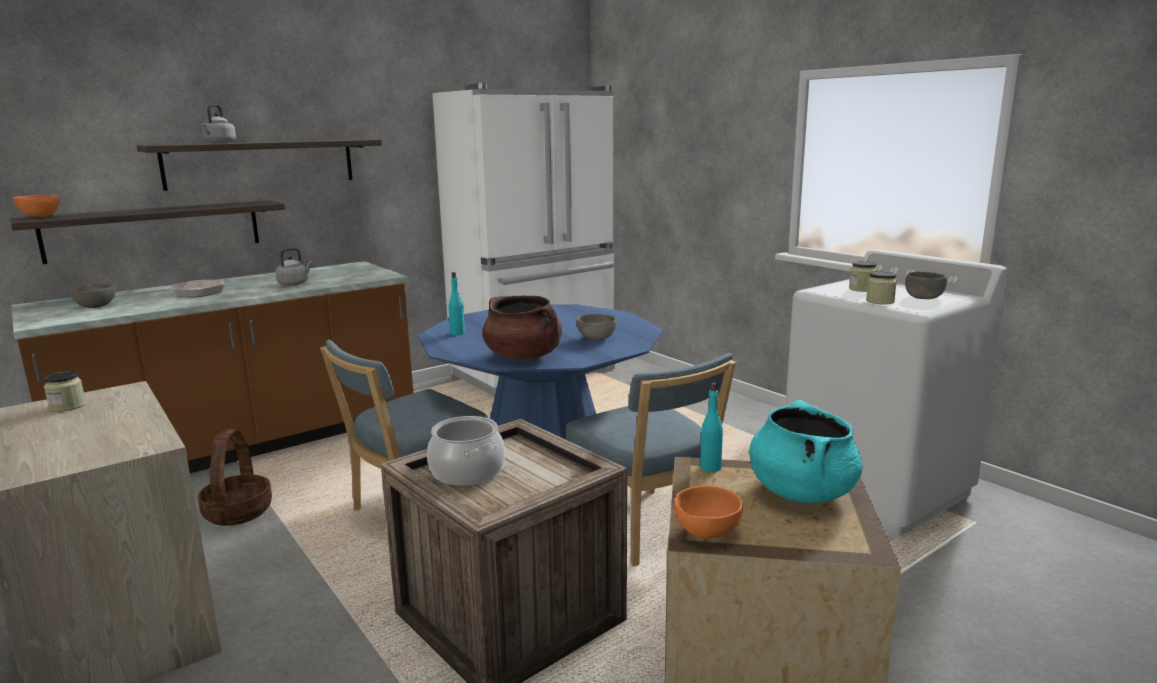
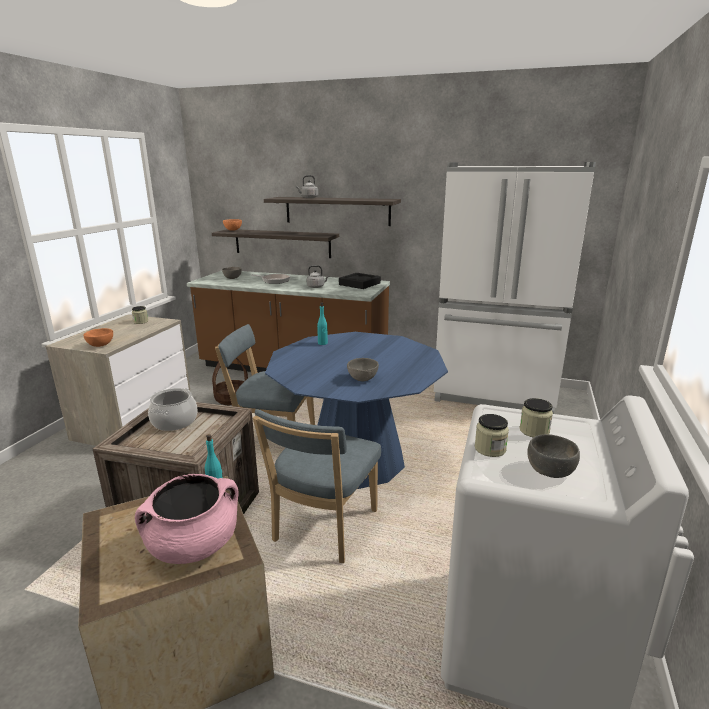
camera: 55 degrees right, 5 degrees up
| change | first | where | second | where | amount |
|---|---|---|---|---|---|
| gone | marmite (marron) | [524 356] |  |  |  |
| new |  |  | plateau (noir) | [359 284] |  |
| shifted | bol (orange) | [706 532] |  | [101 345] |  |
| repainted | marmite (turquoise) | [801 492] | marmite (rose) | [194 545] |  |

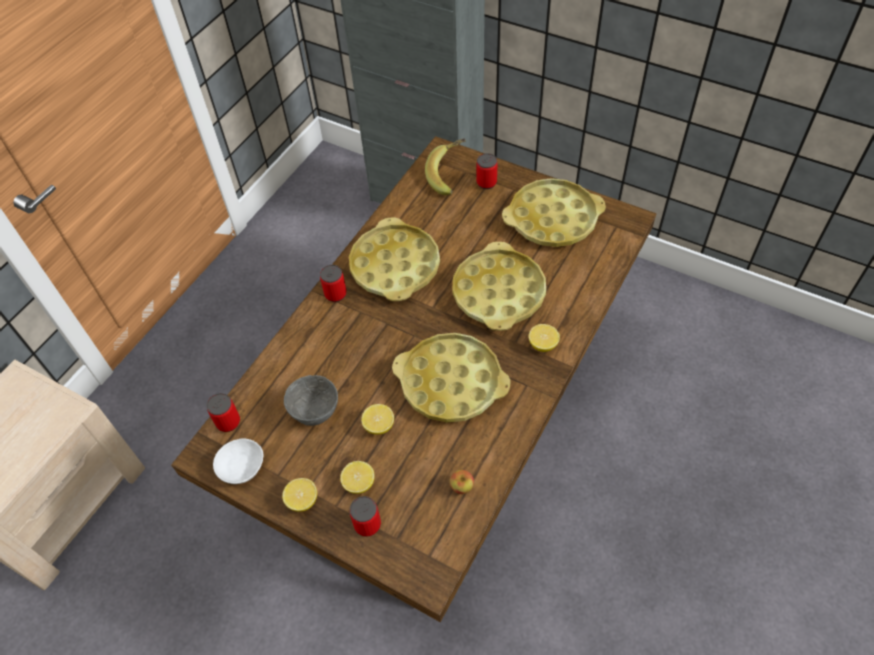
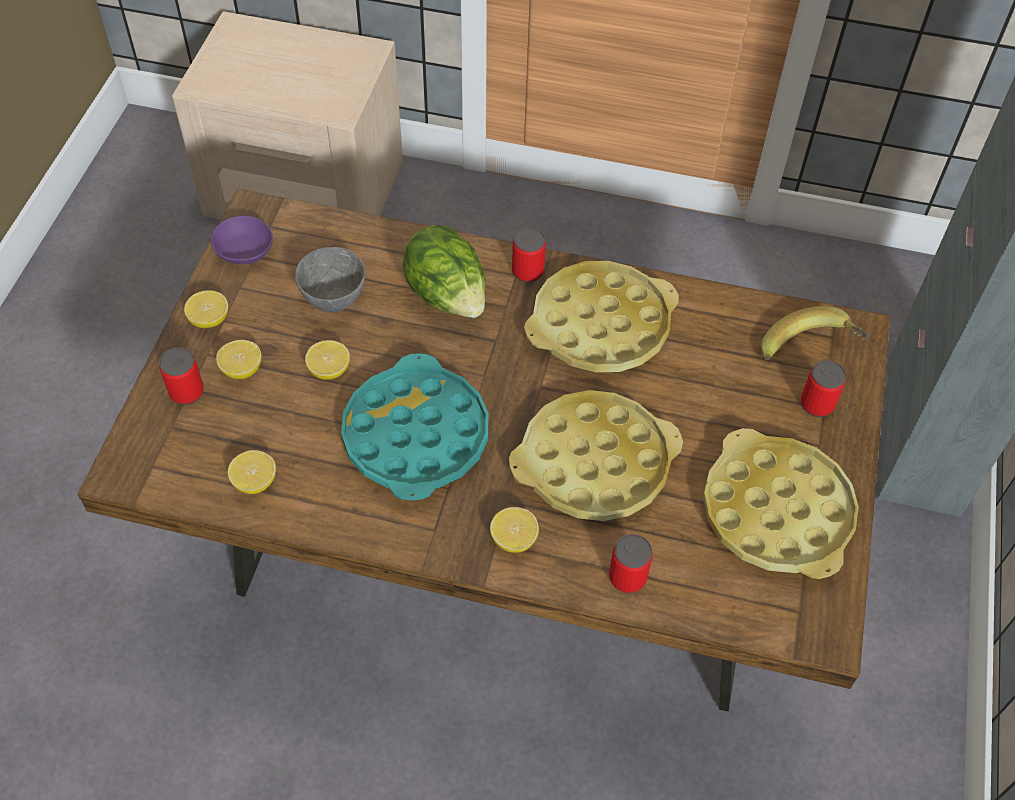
camera: 70 degrees right, 0 degrees up
| change | first | where | second | where | amount |
|---|---|---|---|---|---|
| new |  |  | laitue | [447 297] |  |
| shifted | boîte métallique | [228 422] |  | [627 577] |  |
| swapped | pomme | [462 486] | citron | [255 482] |  |
| repainted | bol (blanc) | [242 465] | bol (violet) | [246 250] |  |
| repainted | plateau (jaune) | [451 382] | plateau (turquoise) | [415 436] |  |

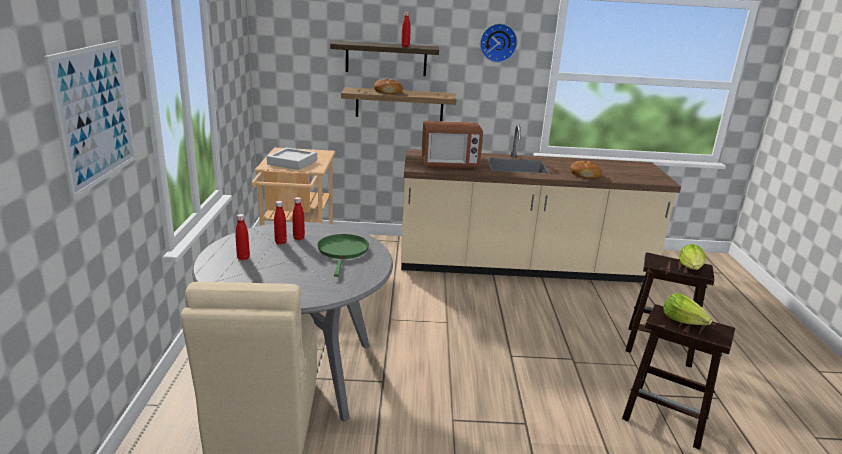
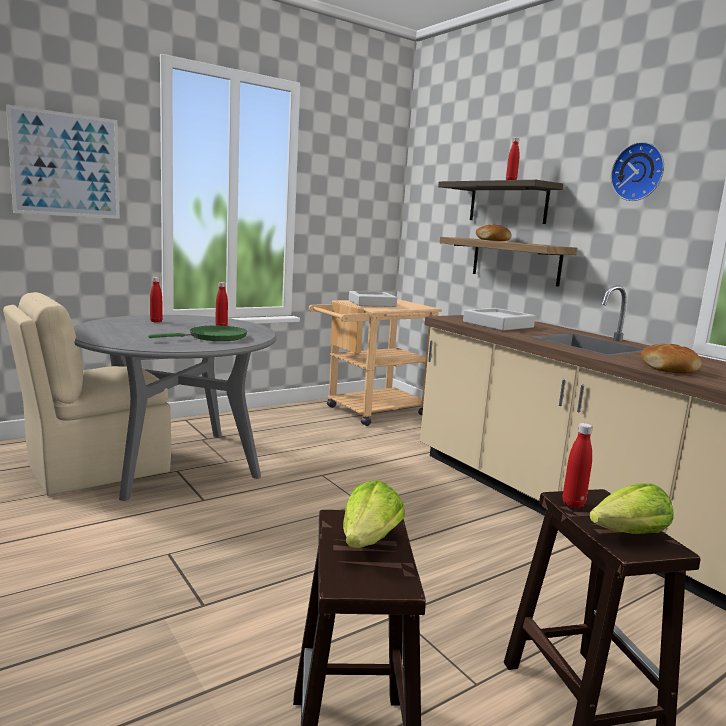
camera: 55 degrees right, 10 degrees down
| change | first | where | second | where | amount |
|---|---|---|---|---|---|
| shifted | bouteille (rouge) | [280 242] |  | [573 504] |  |
| swapped | micro-ondes | [449 164] | plateau (gris) | [498 324] |  |

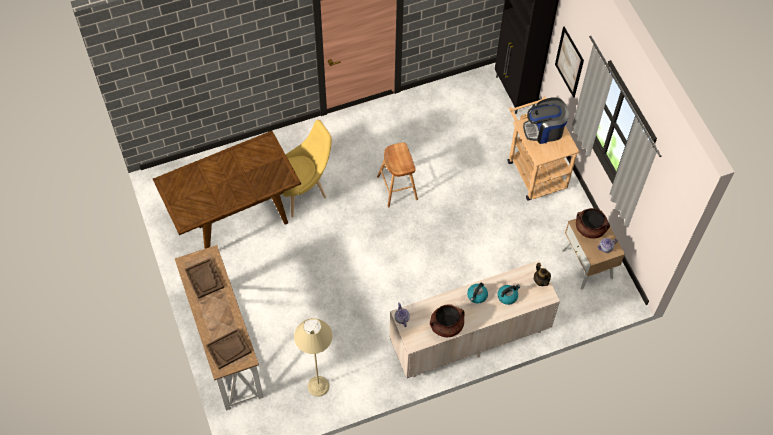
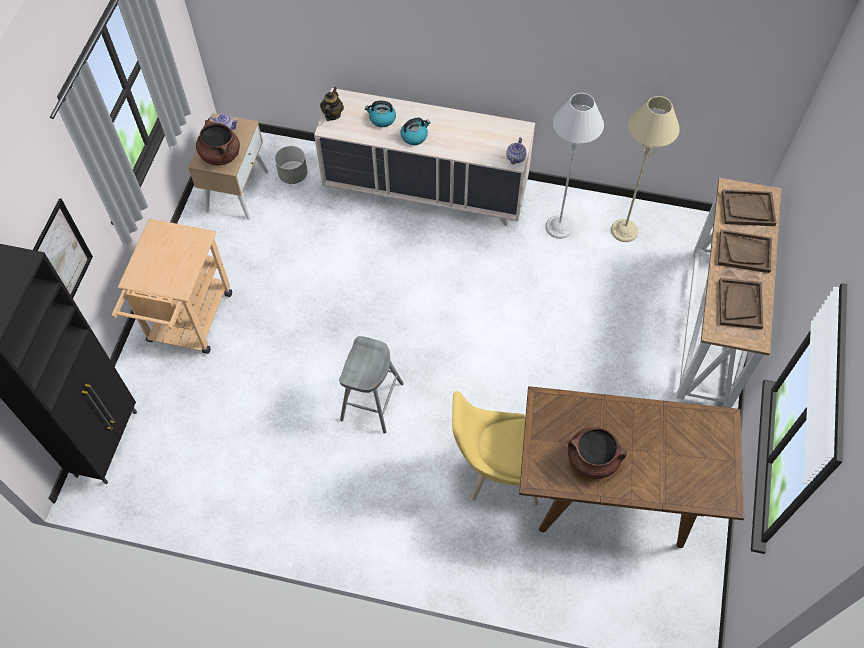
camera: 145 degrees left, 0 degrees up
| change | first | where | second | where | amount |
|---|---|---|---|---|---|
| gone | machine à café | [544 130] |  |  |  |
| new |  |  | cache-pot (gris) | [293 175] |  |
| new |  |  | lampadaire (gris) | [558 227] |  |
| new |  |  | plateau (marron) | [744 252] |  |
| shifted | marmite (marron) | [446 326] |  | [593 459] |  |
| repainted | tabouret (marron) | [397 188] | tabouret (gris) | [372 401] |  |

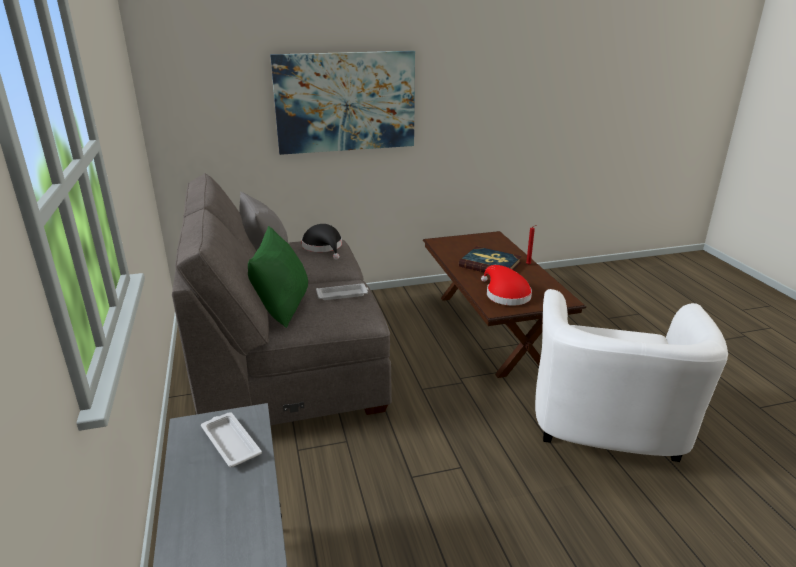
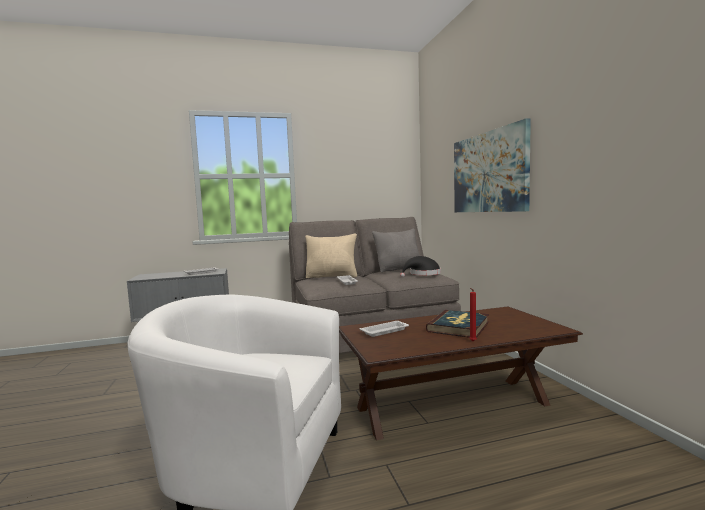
camera: 90 degrees right, 20 degrees down
| change | first | where | second | where | amount |
|---|---|---|---|---|---|
| swapped | chapeau (rouge) | [505 295] | plateau (blanc) | [385 331] |  |
| repainted | coussin (vert) | [282 307] | coussin (beige) | [332 276] |  |

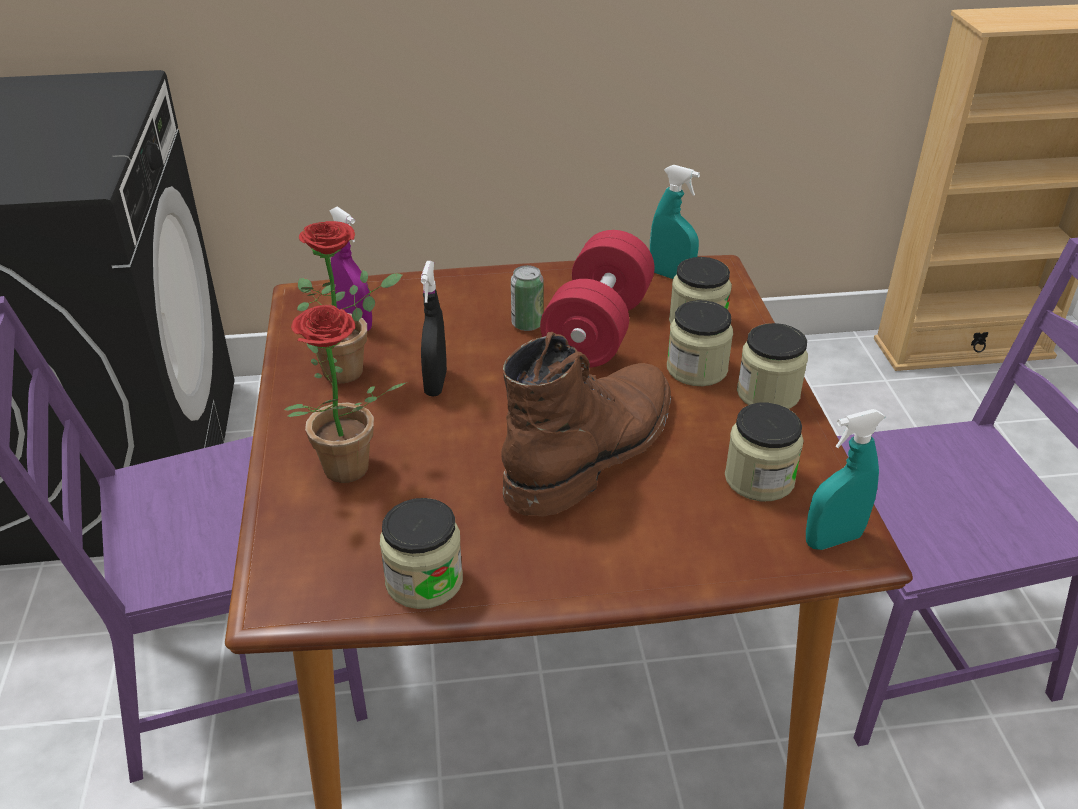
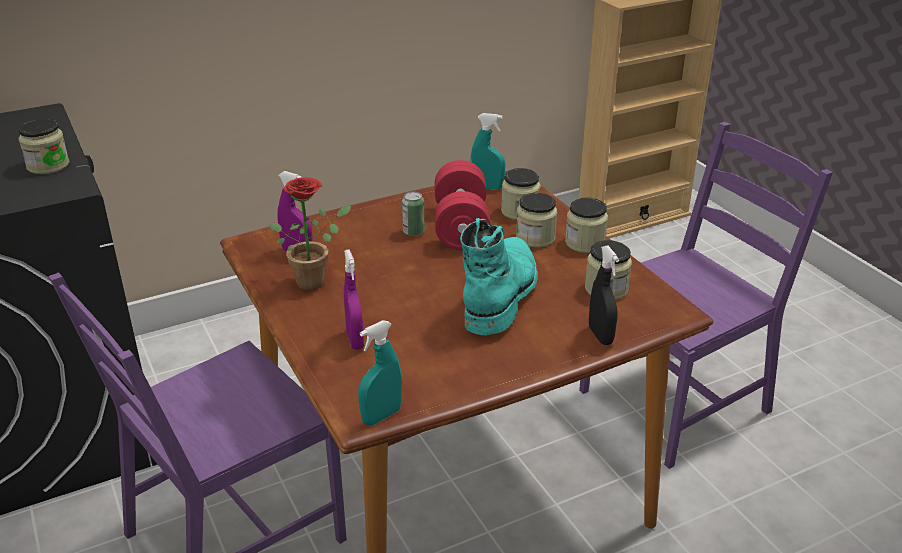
camera: 20 degrees left, 5 degrees down
| change | first | where | second | where | amount |
|---|---|---|---|---|---|
| shifted | bocal | [424 581] |  | [48 165] |  |
| shifted | vaporisateur (noir) | [435 383] |  | [600 336] |  |
| shifted | vaporisateur (turquoise) | [833 539] |  | [381 416] |  |
| swapped | plante en pot | [345 475] | vaporisateur (violet) | [355 340] |  |
| repainted | botte (marron) | [593 449] | botte (turquoise) | [501 294] |  |

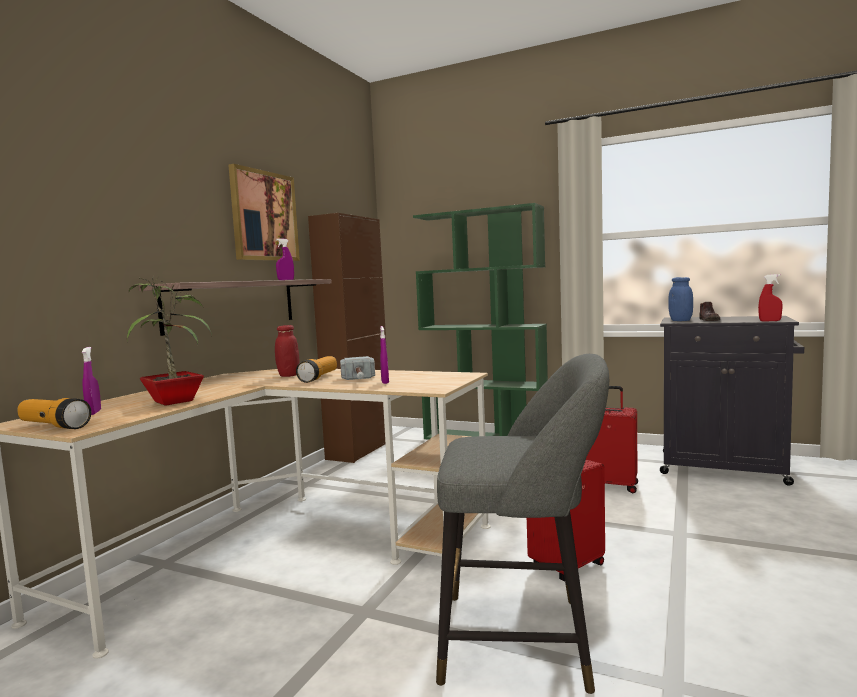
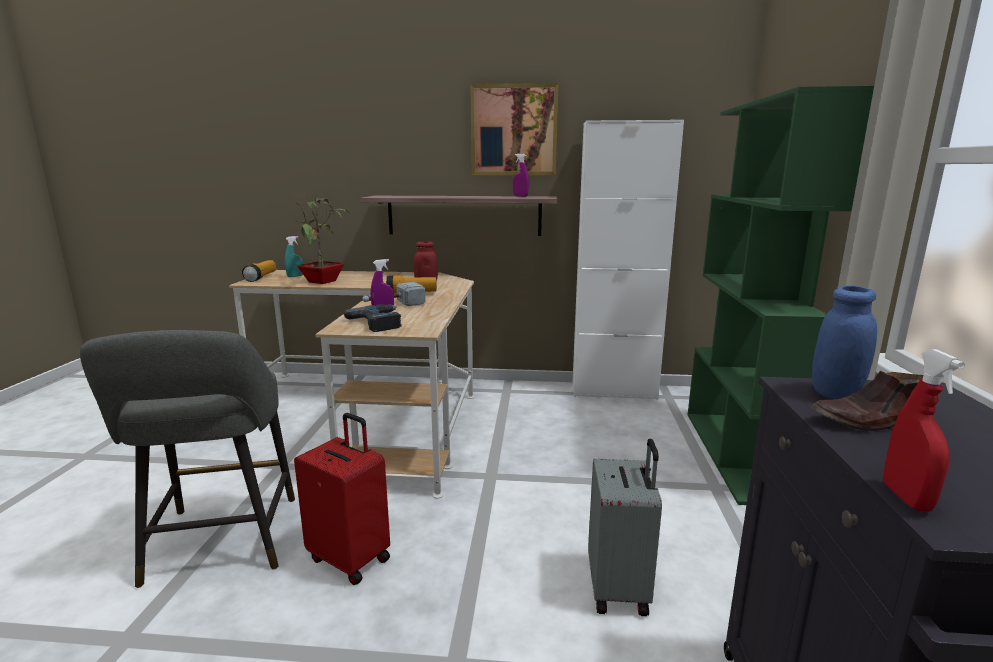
camera: 70 degrees right, 10 degrees up
| change | first | where | second | where | amount |
|---|---|---|---|---|---|
| new |  |  | perceuse | [380 322] |  |
| repainted | vaporisateur (violet) | [93 413] | vaporisateur (turquoise) | [295 276] |  |
| repainted | meuble de rangement (marron) | [359 450] | meuble de rangement (blanc) | [613 391] |  |
| repainted | valise (rouge) | [612 485] | valise (gris) | [619 588] |  |

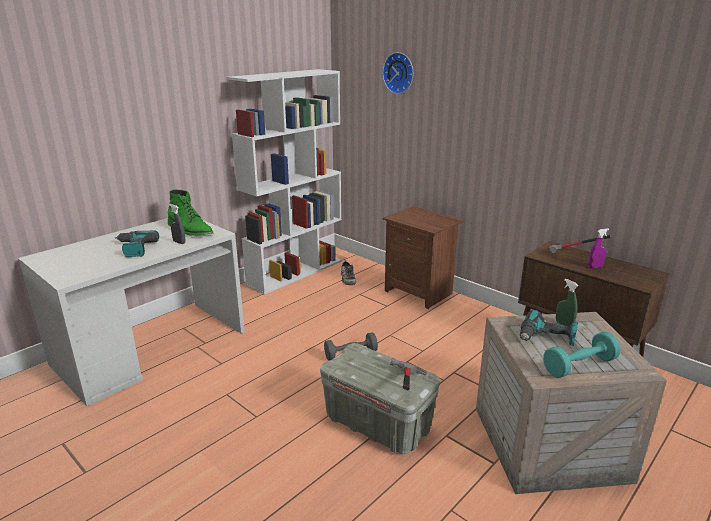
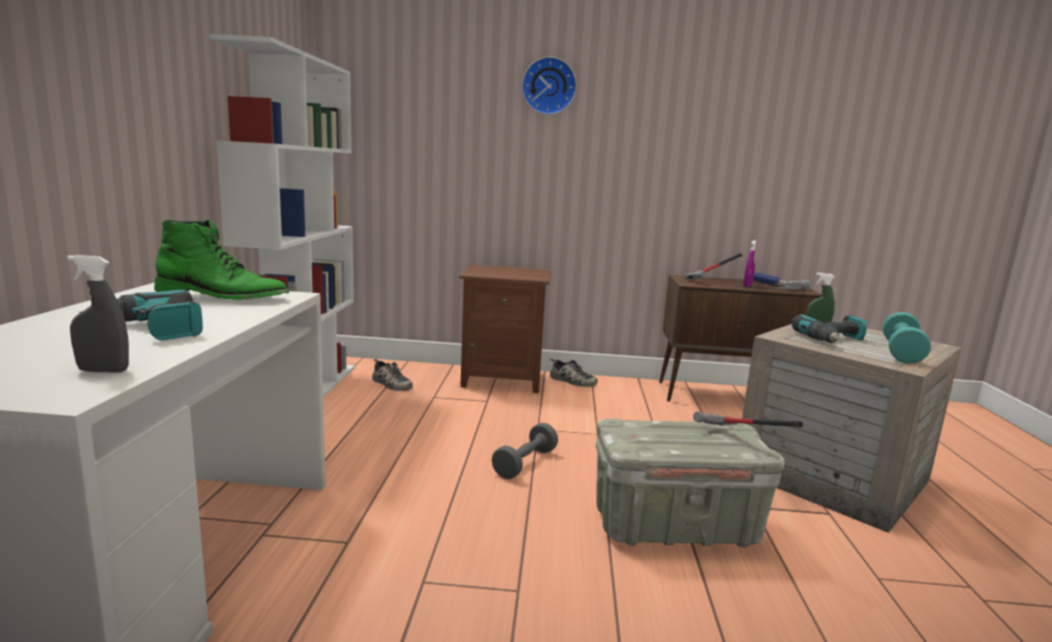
camera: 40 degrees left, 10 degrees down
| change | first | where | second | where | amount |
|---|---|---|---|---|---|
| new |  |  | chaussure | [571 381] |  |
| new |  |  | marteau | [772 285] |  |
| shifted | vaporisateur (gris) | [179 242] |  | [103 371] |  |
| shifted | horloge murale | [399 73] |  | [549 86] |  |

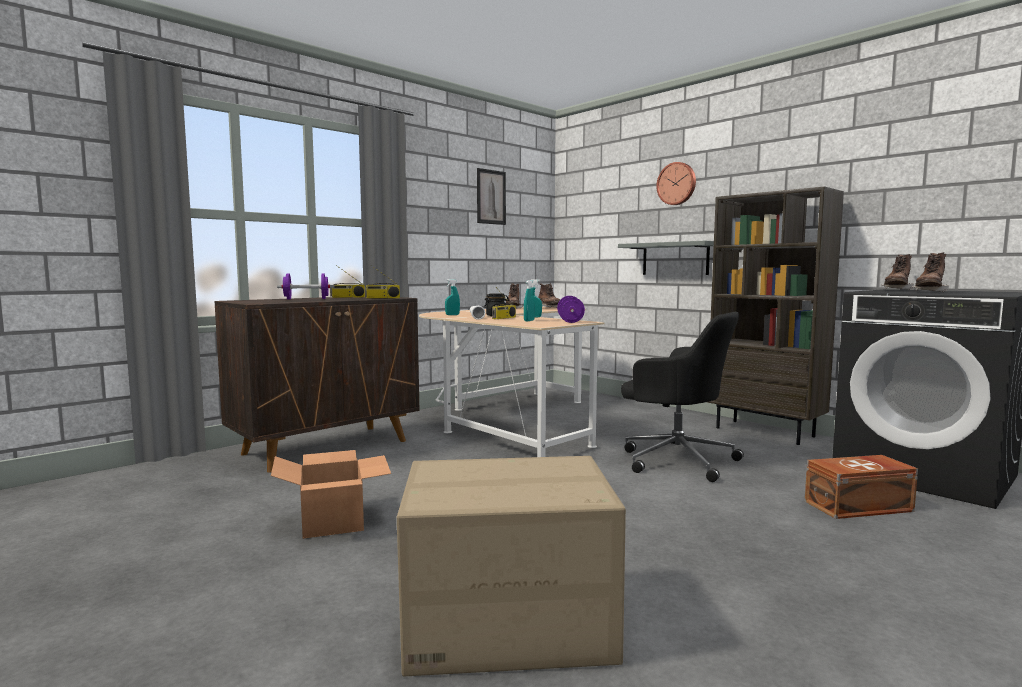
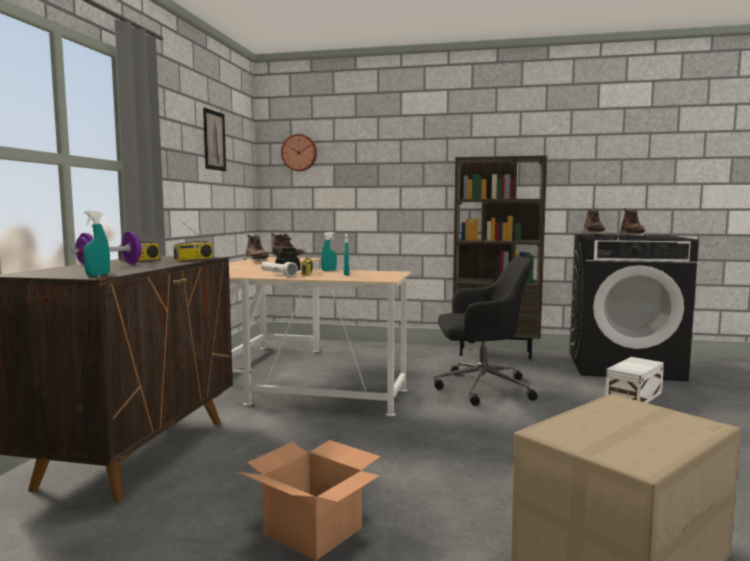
camera: 35 degrees left, 0 degrees up
| change | first | where | second | where | amount |
|---|---|---|---|---|---|
| gone | haltère (violet) | [570 321] |  |  |  |
| gone | étagère (gris) | [675 259] |  |  |  |
| shifted | vaporisateur (turquoise) | [452 315] |  | [98 275] |  |
| shifted | horloge murale | [677 184] |  | [299 153] |  |
| repainted | boîte de rangement (marron) | [860 506] | boîte de rangement (blanc) | [635 397] |  |

